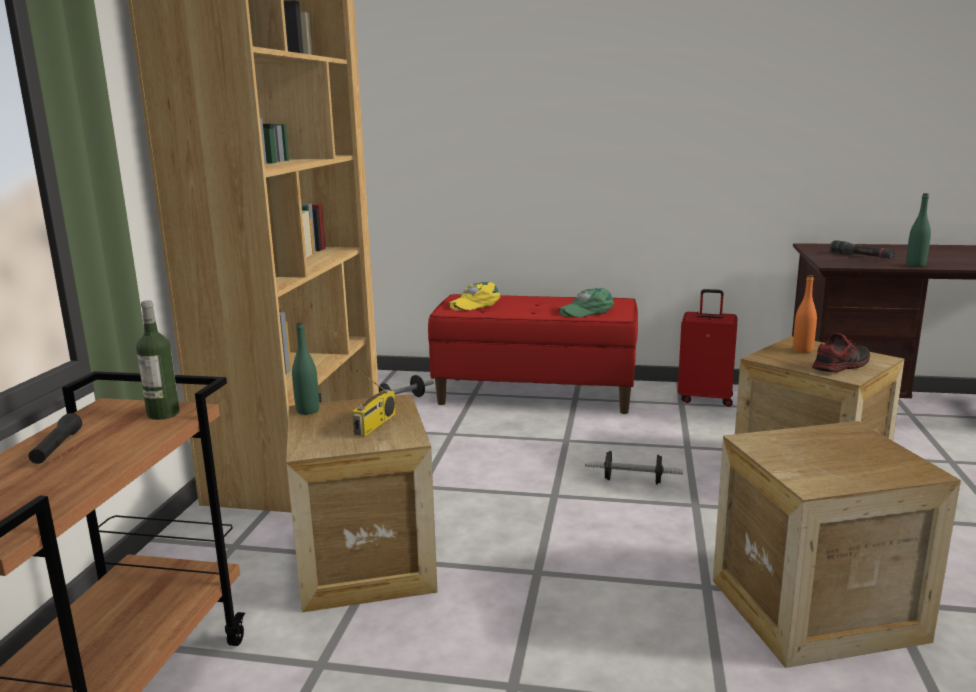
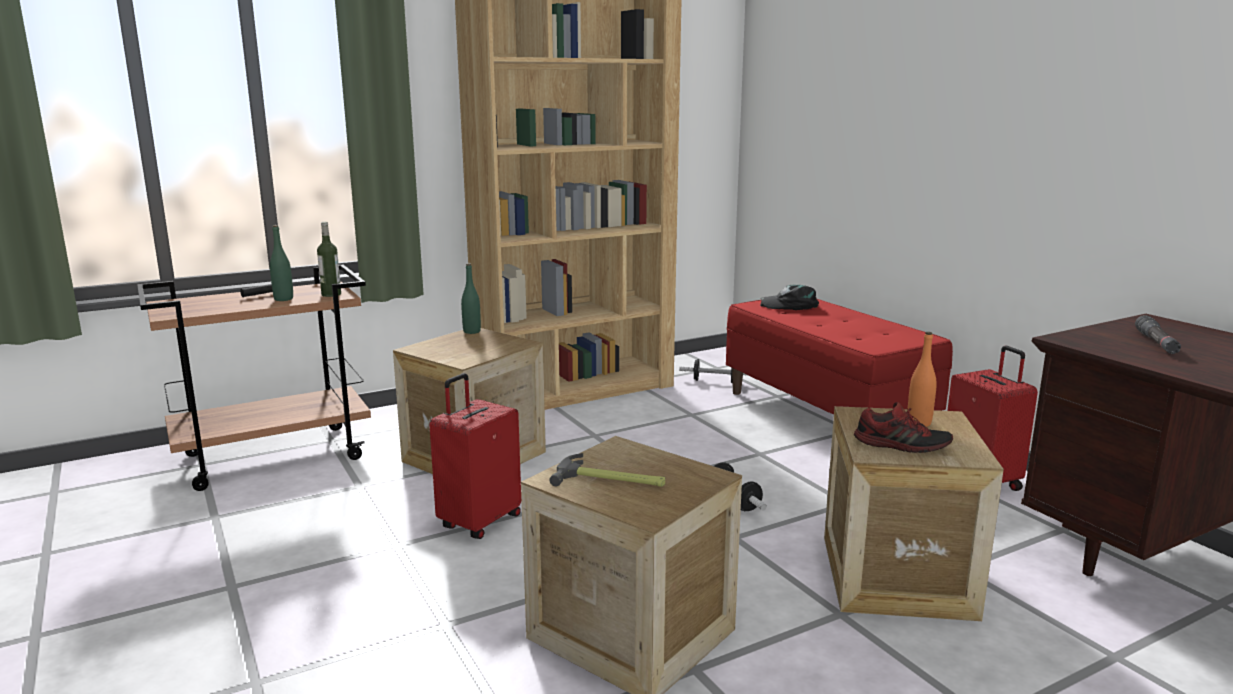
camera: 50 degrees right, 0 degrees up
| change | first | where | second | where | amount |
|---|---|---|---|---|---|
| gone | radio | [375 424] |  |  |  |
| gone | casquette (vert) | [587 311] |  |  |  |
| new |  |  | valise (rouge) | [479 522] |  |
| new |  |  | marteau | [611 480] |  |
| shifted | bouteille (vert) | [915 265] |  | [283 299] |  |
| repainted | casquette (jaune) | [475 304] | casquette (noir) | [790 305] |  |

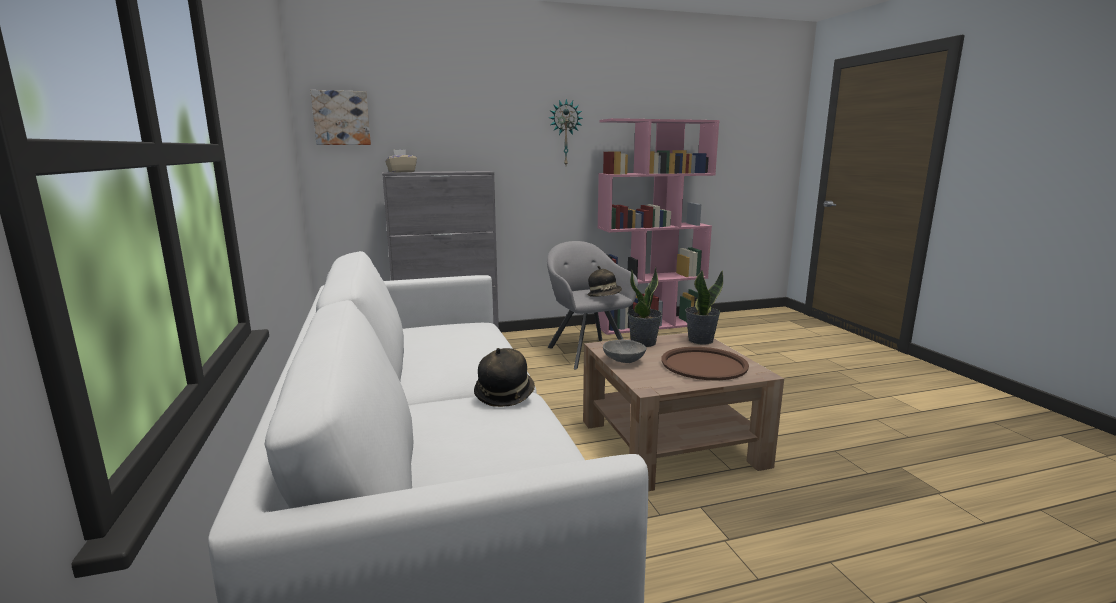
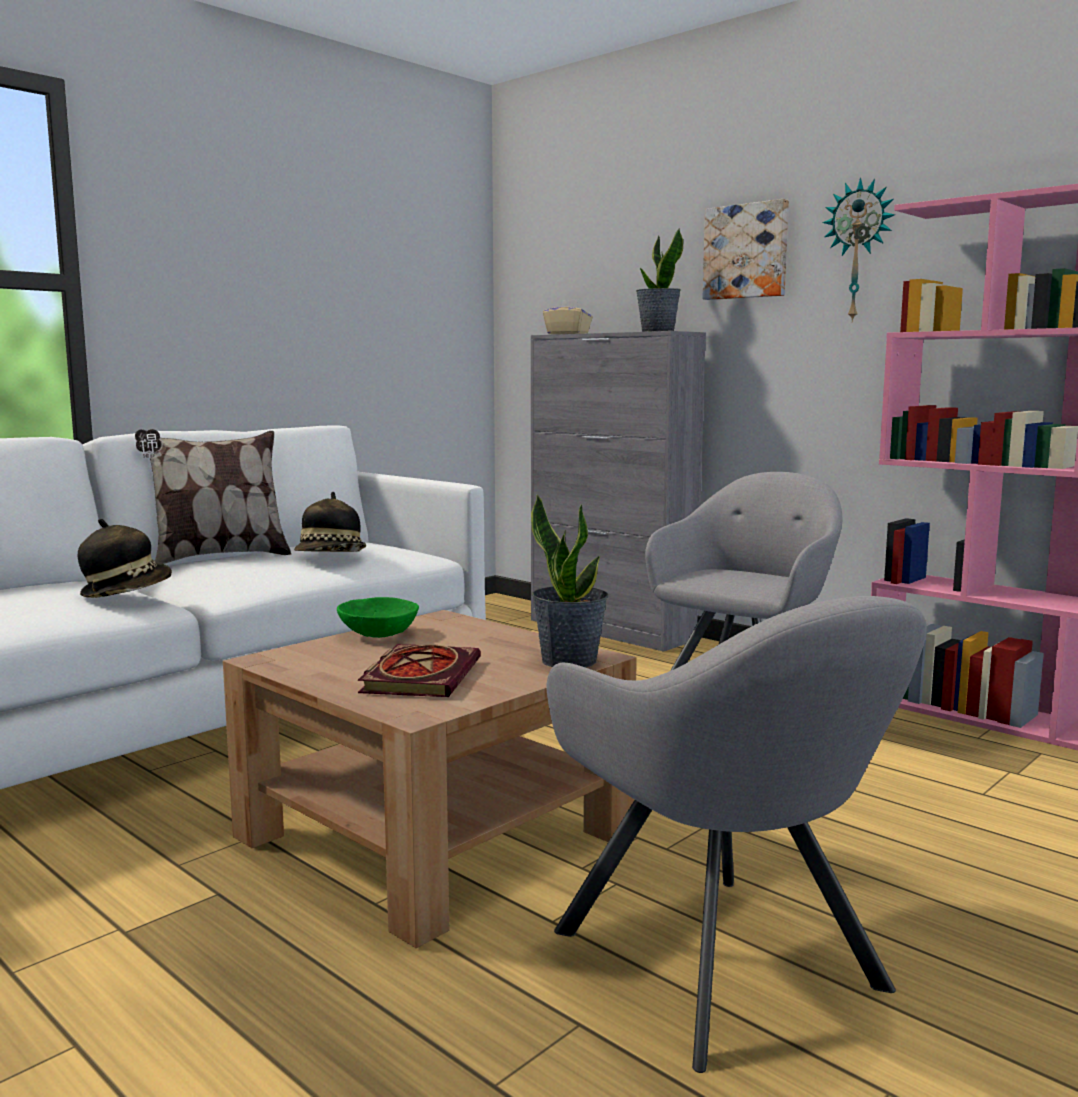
camera: 60 degrees right, 5 degrees down
| change | first | where | second | where | amount |
|---|---|---|---|---|---|
| new |  |  | coussin | [218 557] |  |
| new |  |  | fauteuil (gris) | [727 967] |  |
| shifted | tableau | [341 118] |  | [747 251] |  |
| shifted | chapeau | [604 296] |  | [331 557] |  |
| shifted | plante en pot | [643 343] |  | [657 331] |  |
| swapped | plateau (marron) | [704 365] | livre | [420 675] |  |
| repainted | bol (gris) | [623 361] | bol (vert) | [377 635] |  |

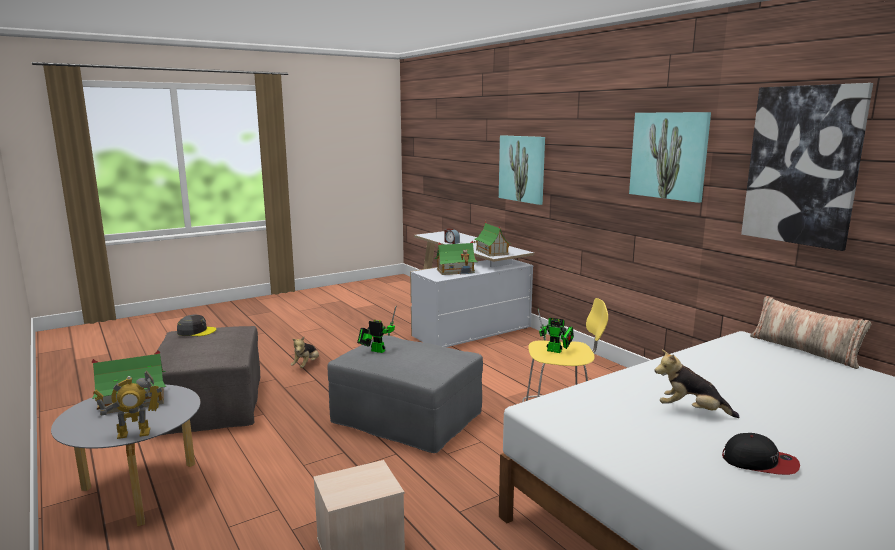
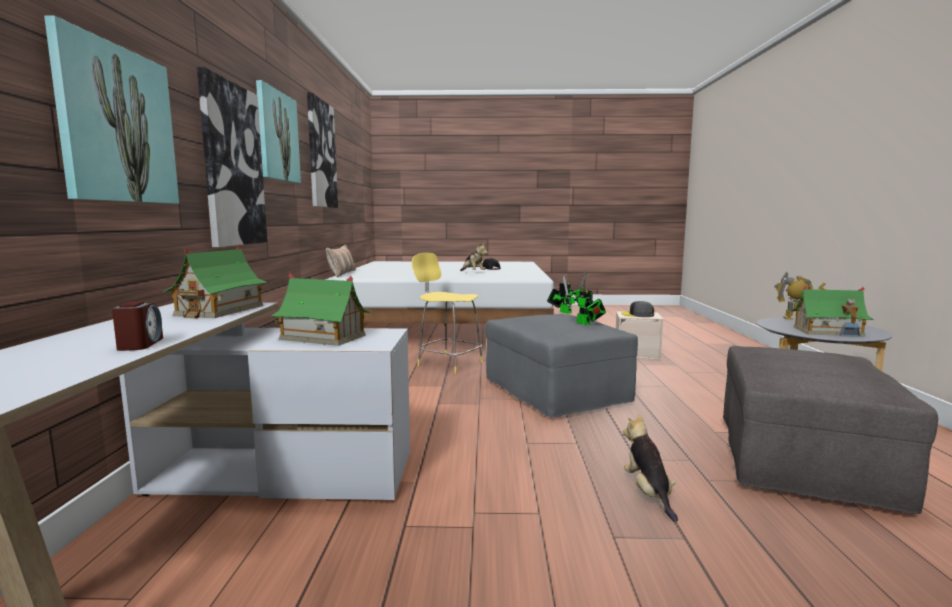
camera: 145 degrees left, 5 degrees down
| change | first | where | second | where | amount |
|---|---|---|---|---|---|
| new |  |  | tableau | [232 165] |  |
| shifted | casquette (gris) | [196 331] |  | [638 315] |  |
| shifted | robot jouet | [556 351] |  | [564 312] |  |
| rotated | peluche | [306 365] |  | [648 493] | 60 degrees counterclockwise |

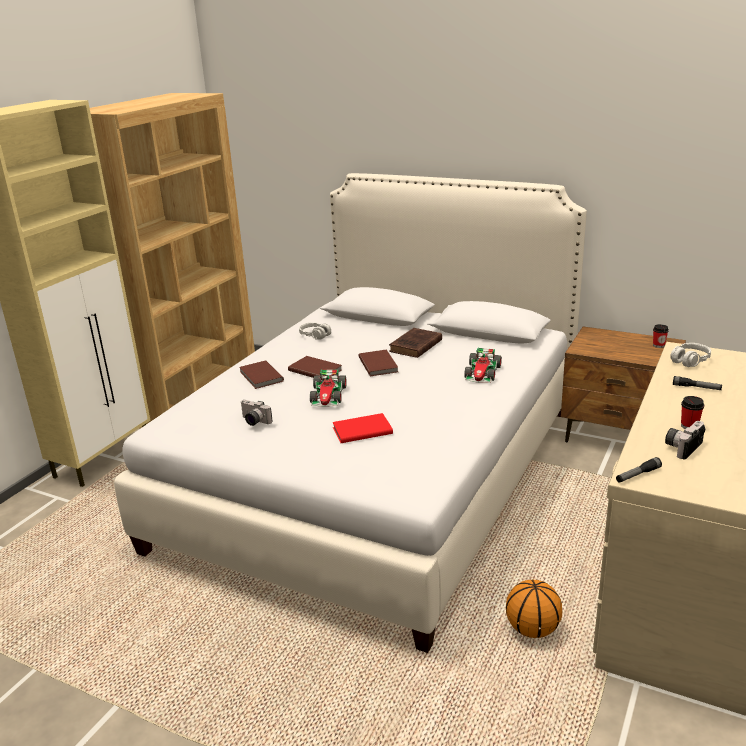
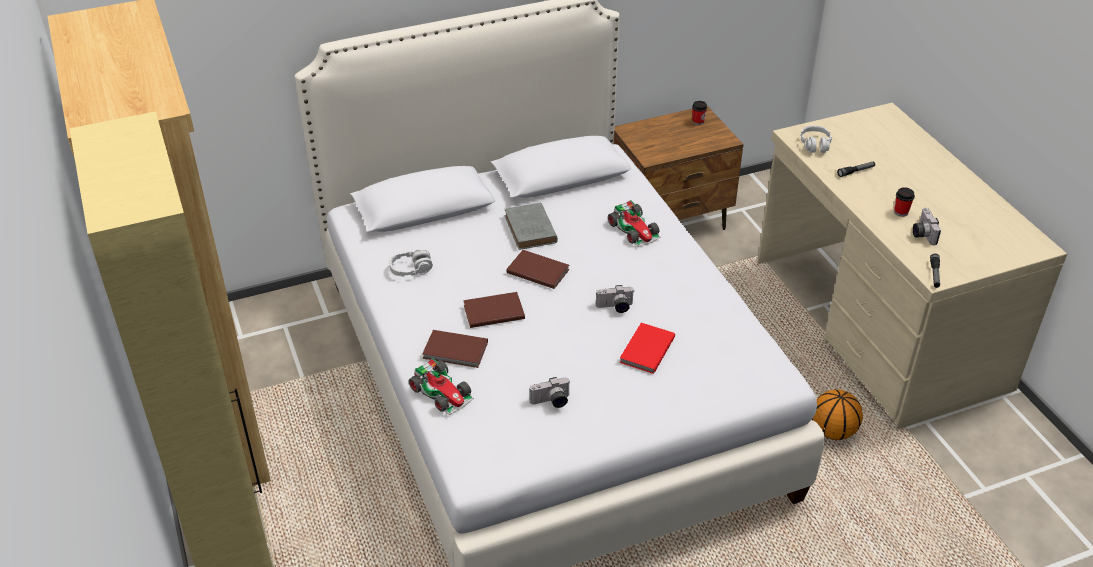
camera: 50 degrees left, 15 degrees up
| change | first | where | second | where | amount |
|---|---|---|---|---|---|
| new |  |  | appareil photo | [615 307] |  |
| shifted | petite voiture | [328 395] |  | [442 392] |  |
| repainted | livre (marron) | [415 346] | livre (gris) | [531 230] |  |

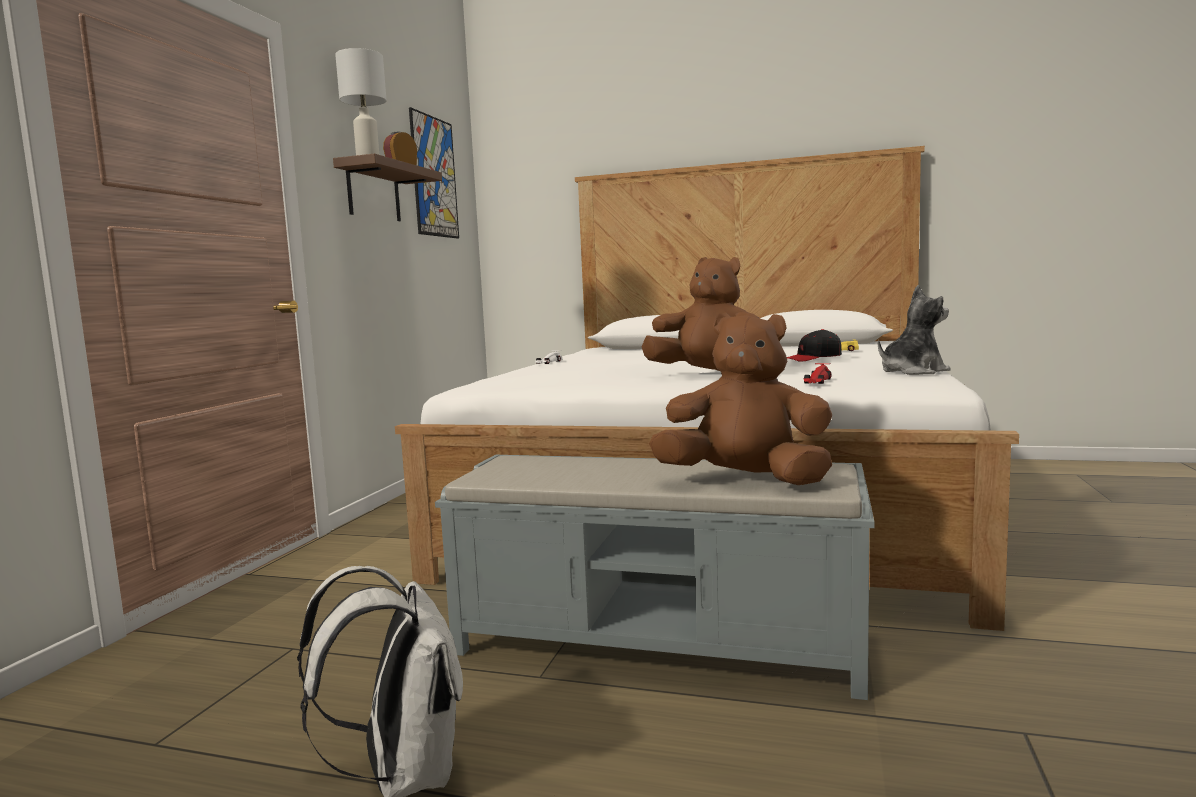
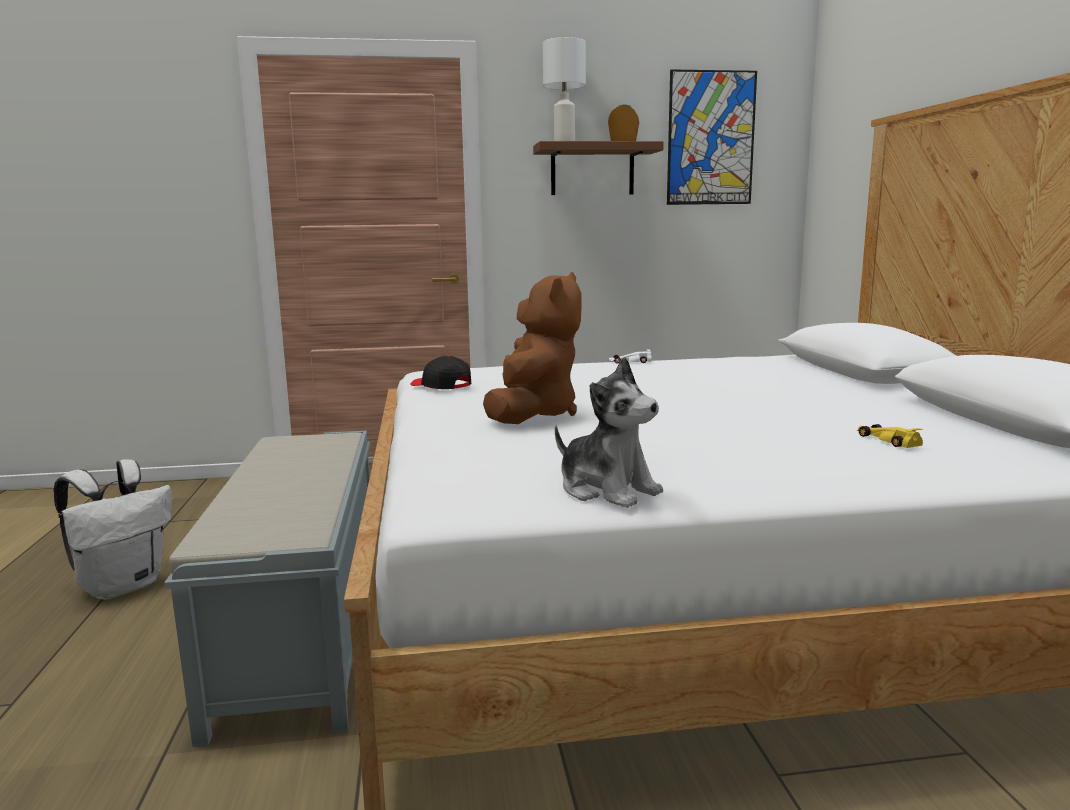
camera: 65 degrees right, 5 degrees up
| change | first | where | second | where | amount |
|---|---|---|---|---|---|
| gone | peluche (marron) | [745 480] |  |  |  |
| gone | petite voiture (rouge) | [817 381] |  |  |  |
| shifted | casquette (noir) | [813 358] |  | [441 386] |  |

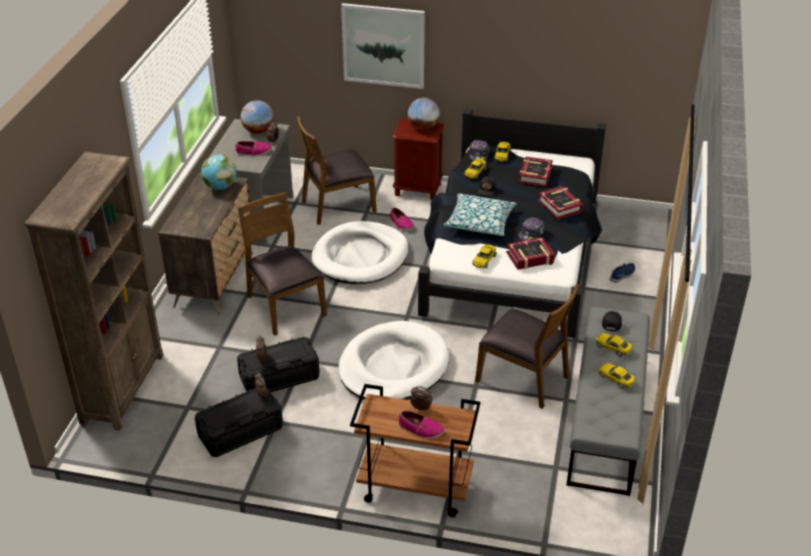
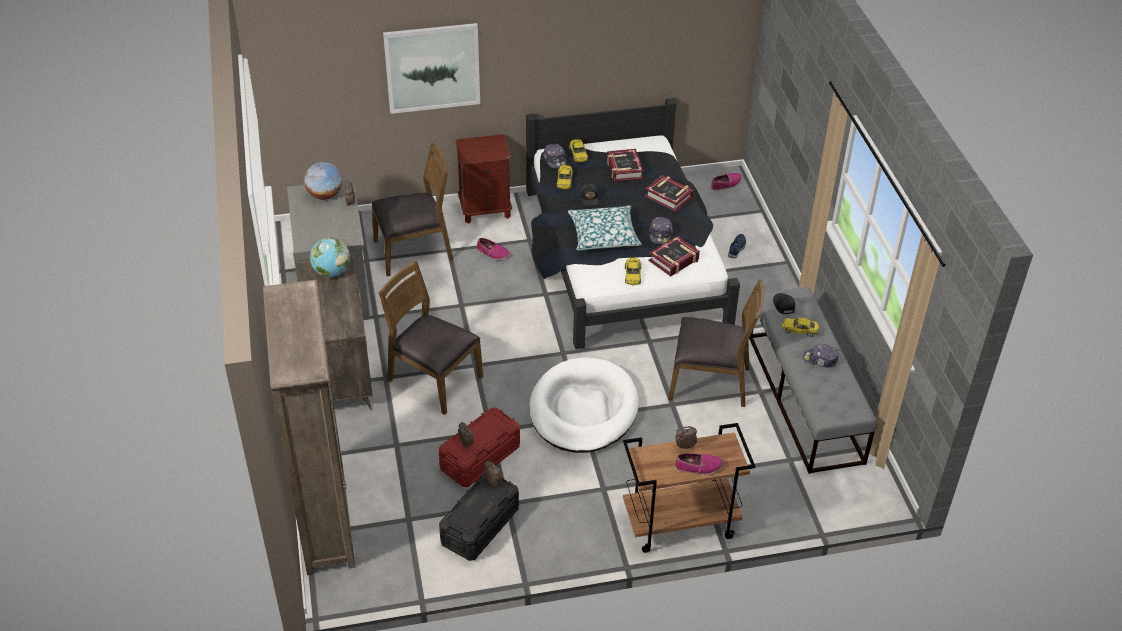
camera: 25 degrees left, 5 degrees up
| change | first | where | second | where | amount |
|---|---|---|---|---|---|
| gone | panier pour chien (blanc) | [360 257] |  |  |  |
| gone | globe | [423 127] |  |  |  |
| shifted | chaussure | [254 152] |  | [726 184] |  |
| swapped | petite voiture (jaune) | [616 378] | casquette | [820 359] |  |
| repainted | boîte de rangement (noir) | [279 378] | boîte de rangement (rouge) | [480 457] |  |
| rotated | chaise (marron) | [337 205] |  | [414 251] | 150 degrees counterclockwise |

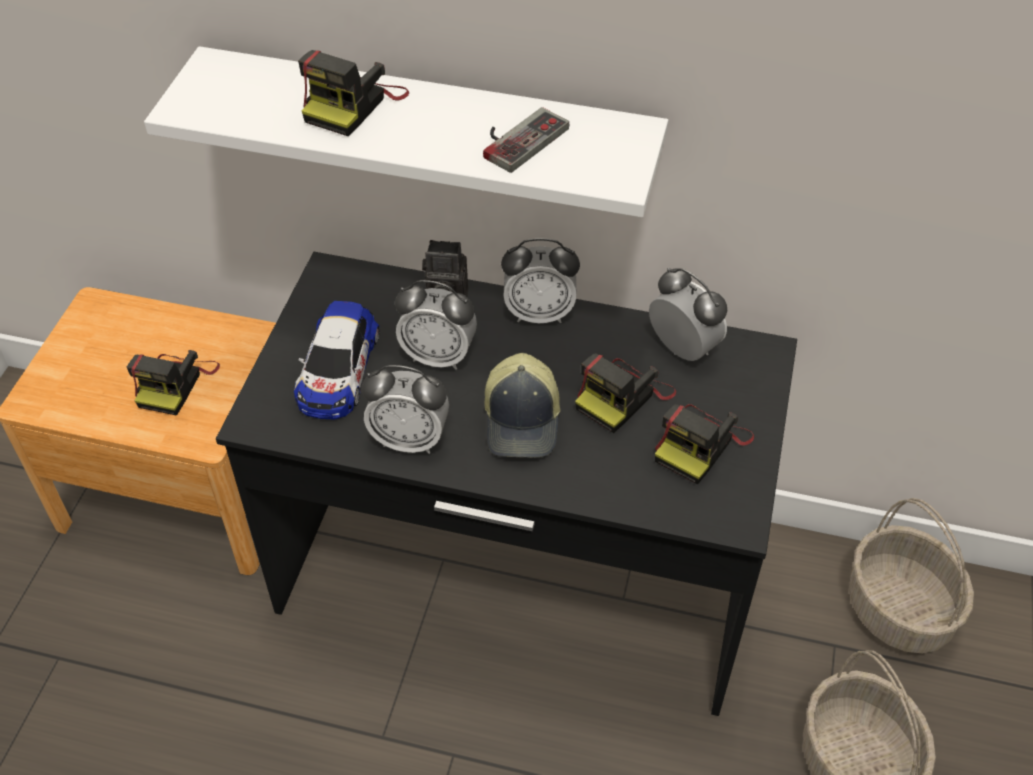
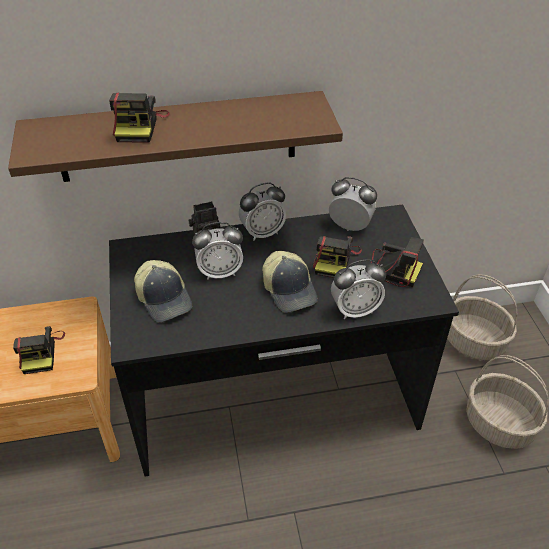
camera: 25 degrees left, 5 degrees down
| change | first | where | second | where | amount |
|---|---|---|---|---|---|
| gone | manette | [518 138] |  |  |  |
| shifted | réveil | [409 439] |  | [355 310] |  |
| swapped | petite voiture | [338 370] | casquette | [165 298] |  |
| repainted | étagère (blanc) | [429 130] | étagère (marron) | [178 137] |  |
| rotated | appareil photo | [700 444] |  | [390 270] | 75 degrees counterclockwise |

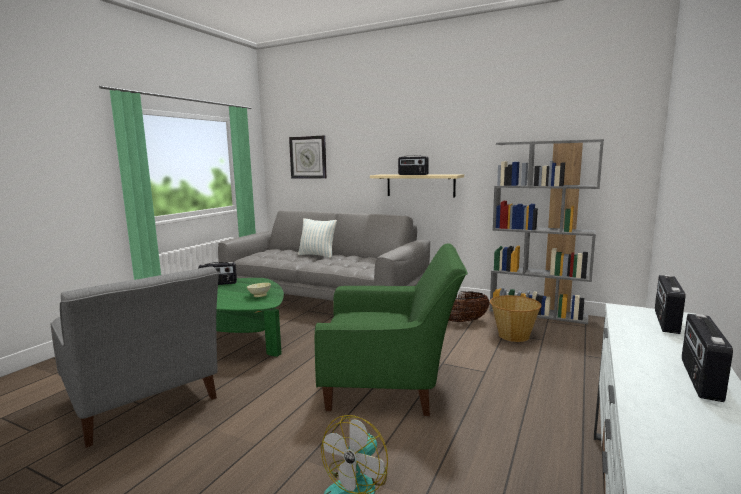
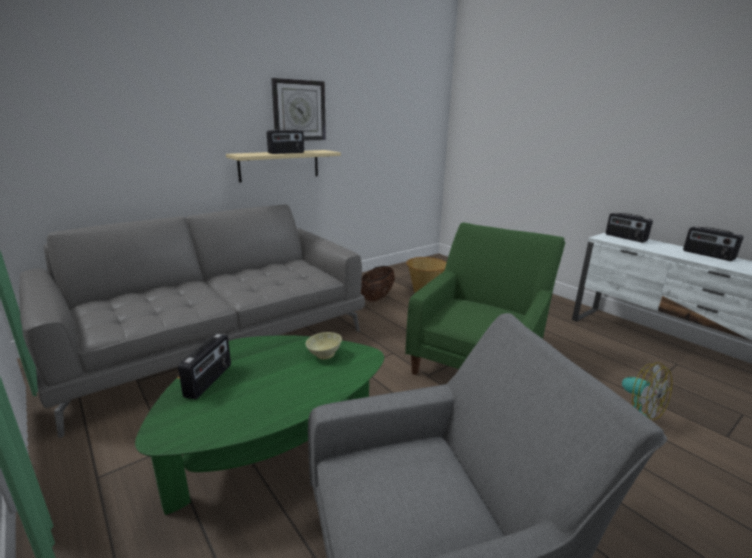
camera: 65 degrees left, 10 degrees up
| change | first | where | second | where | amount |
|---|---|---|---|---|---|
| gone | coussin | [317 255] |  |  |  |
| gone | bibliothèque (gris) | [538 313] |  |  |  |
| shifted | horloge murale | [308 157] |  | [299 110] |  |

